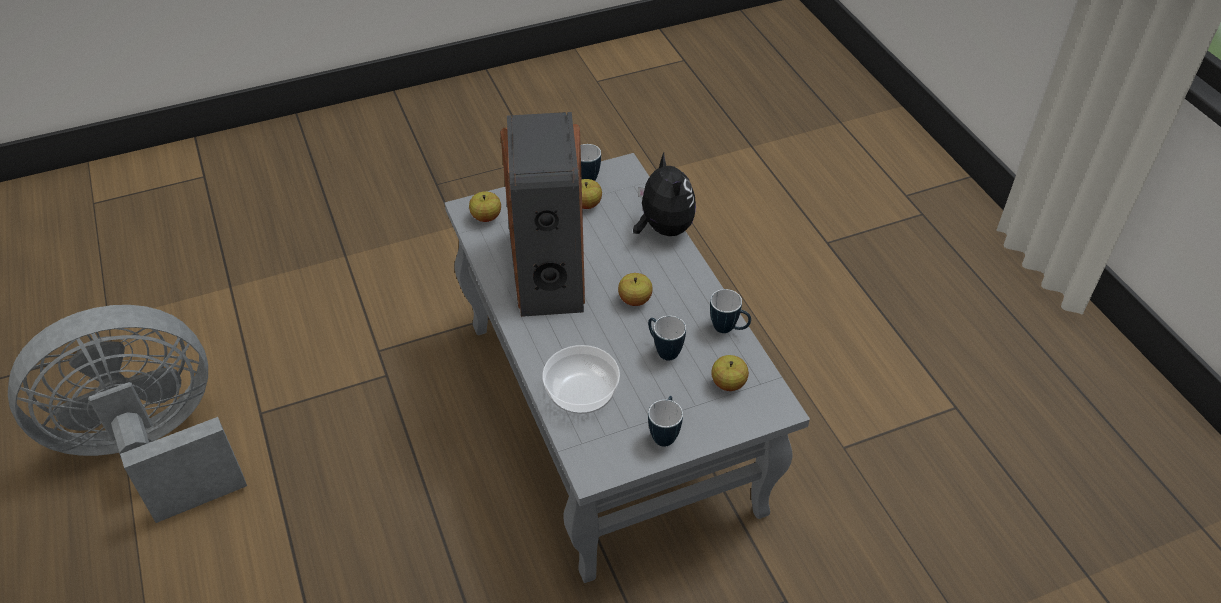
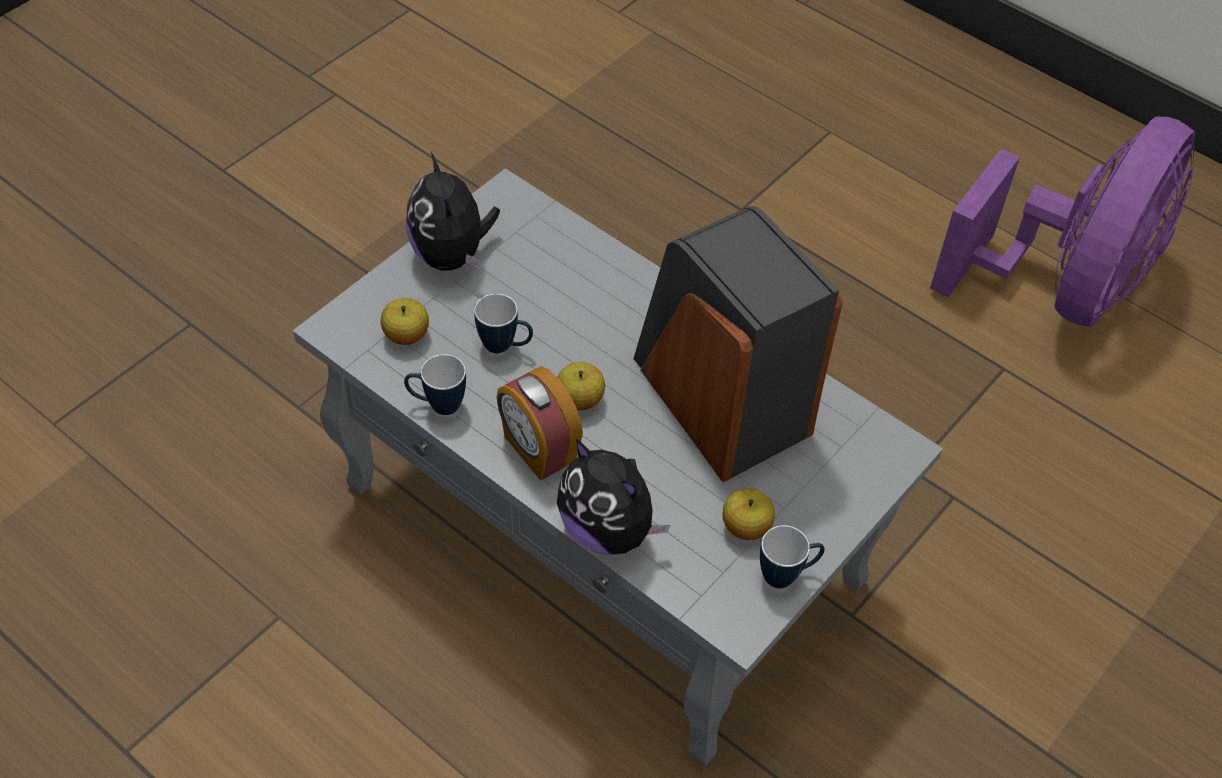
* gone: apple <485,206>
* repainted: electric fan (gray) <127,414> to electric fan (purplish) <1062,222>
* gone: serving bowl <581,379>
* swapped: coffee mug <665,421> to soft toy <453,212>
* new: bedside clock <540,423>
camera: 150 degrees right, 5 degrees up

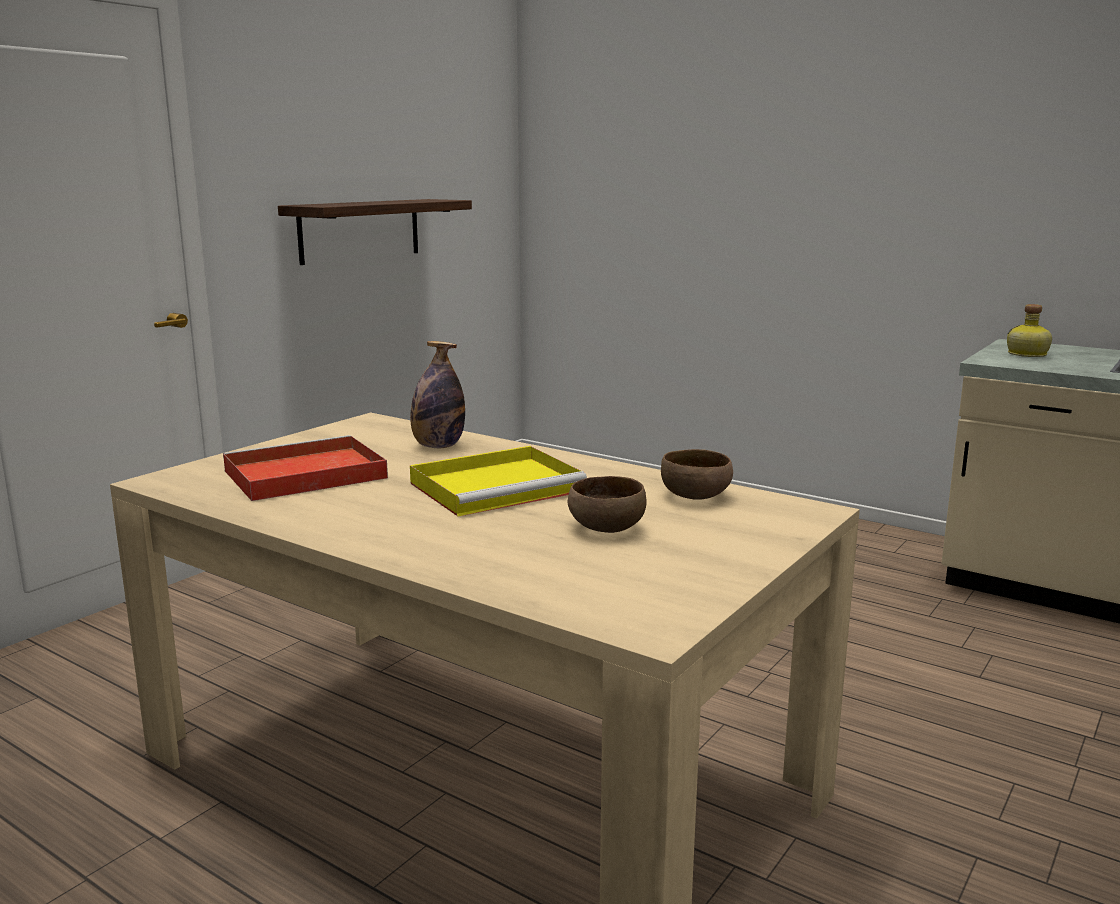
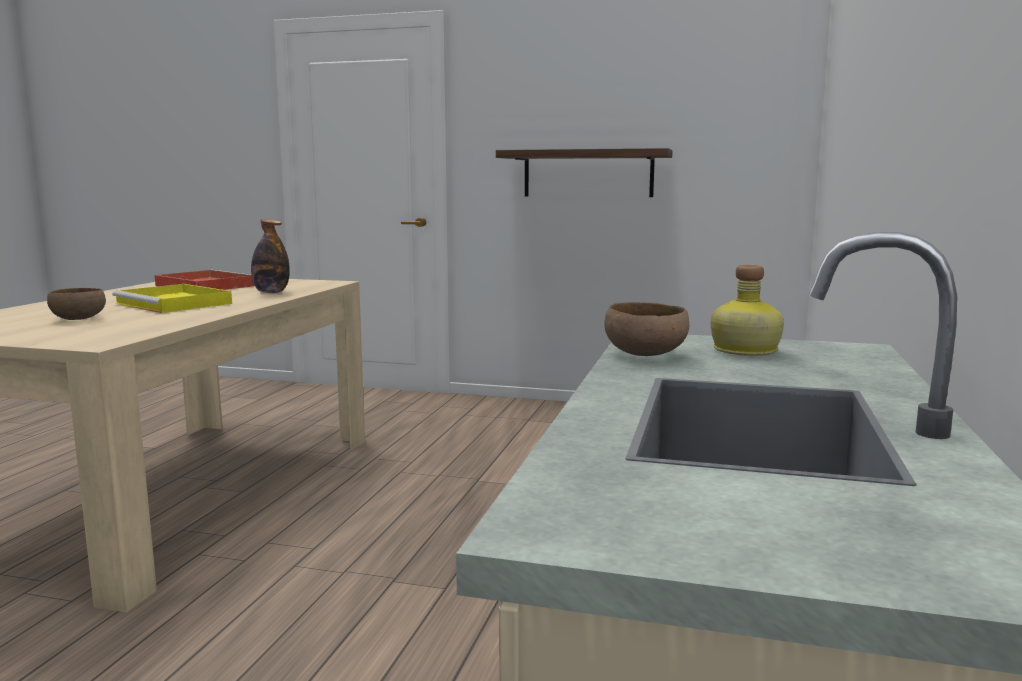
* shifted: serving bowl (brown) <697,474> to <646,329>
camera: 70 degrees right, 5 degrees down

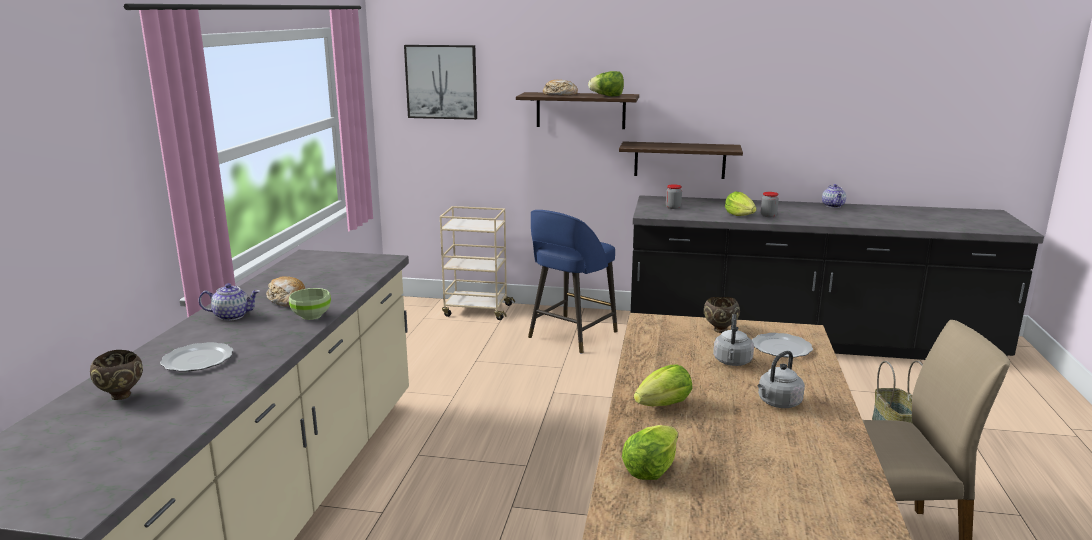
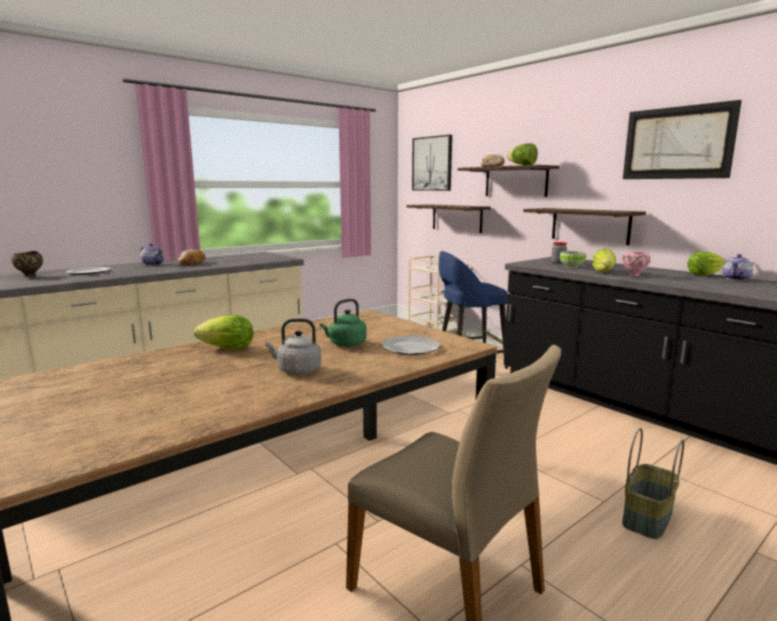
* swapped: preserve jar <770,204> to serving bowl (pinkish) <636,264>
* shifted: serving bowl (green) <310,304> to <573,259>
* gone: serving bowl (brown) <722,315>
* repainted: water kettle (gray) <733,340> to water kettle (green) <343,323>
* shifted: lettuce <650,452> to <706,263>
* new: picture <682,139>
* new: shelf <448,218>
camera: 40 degrees right, 5 degrees down

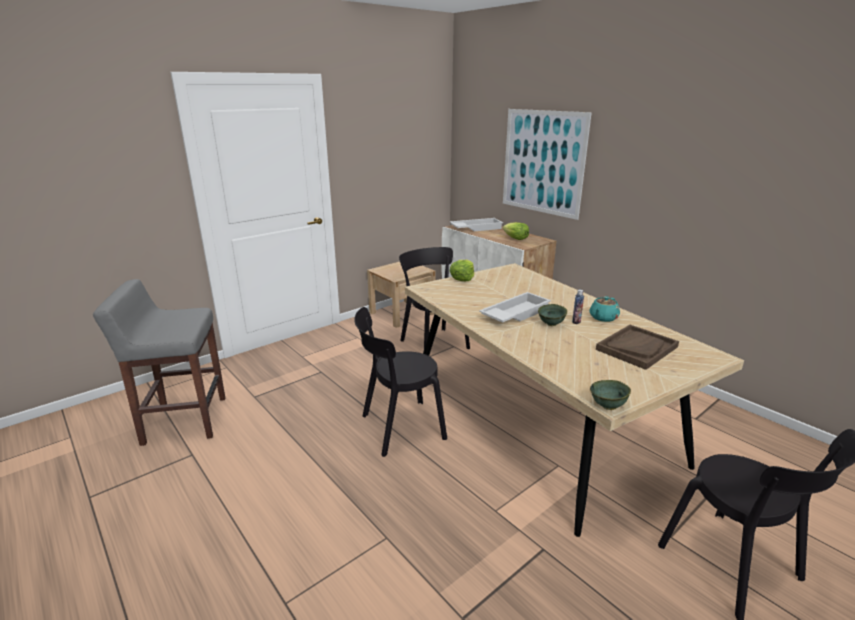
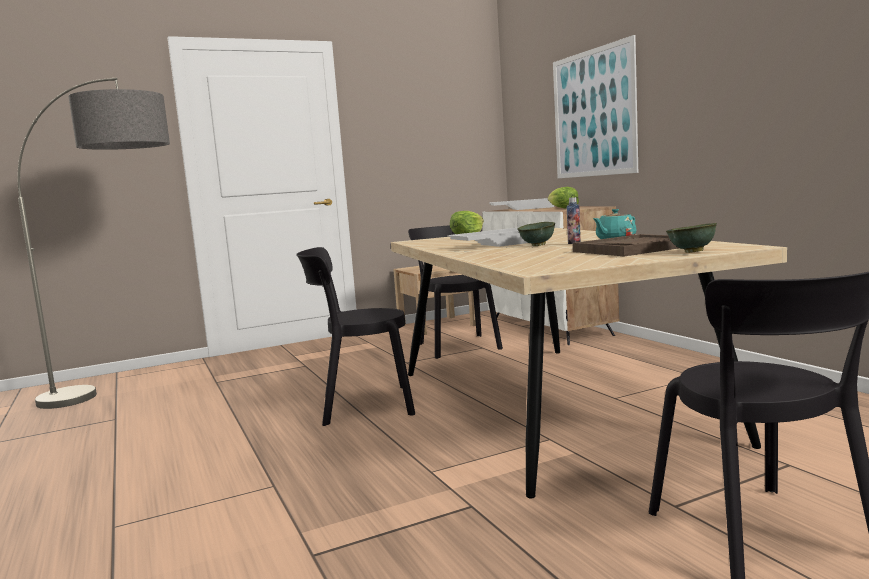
* swapped: stool seat (gray) <159,362> to standard lamp <93,243>
* shifted: serving bowl (green) <610,395> to <691,238>
camera: 15 degrees right, 15 degrees down

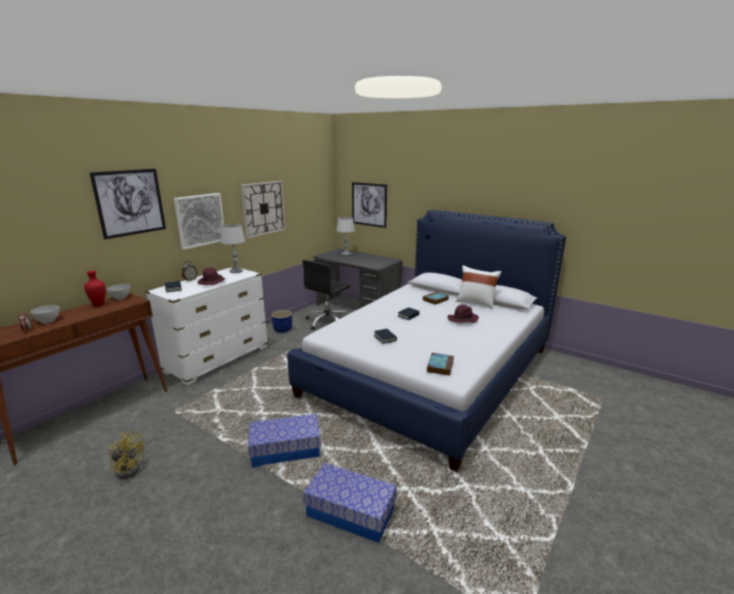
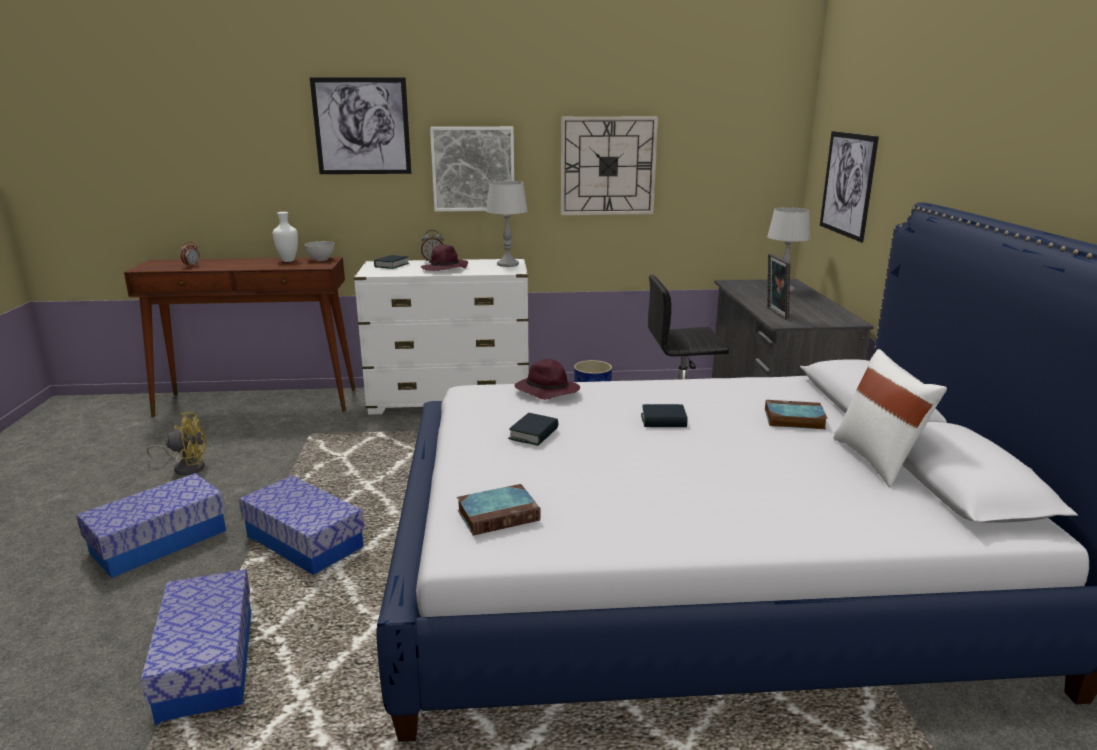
* repainted: flower vase (red) <95,288> to flower vase (white-coloured) <285,237>
* gone: serving bowl (gray) <45,314>
* shifted: clothing hat (purplish) <463,314> to <547,379>
* rotated: electric fan (yellow) <126,455> = <177,443> 75 degrees counterclockwise
* new: photo frame <779,287>
* new: storage bin <151,525>
camera: 50 degrees right, 0 degrees up

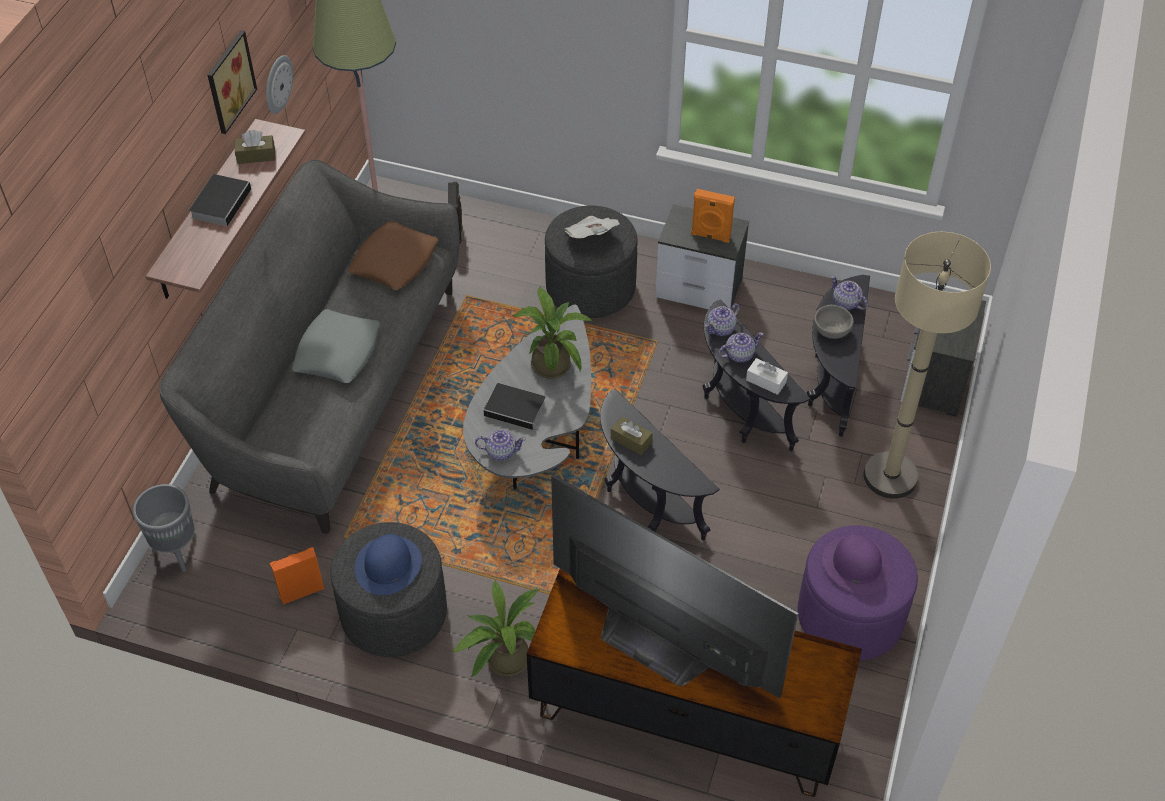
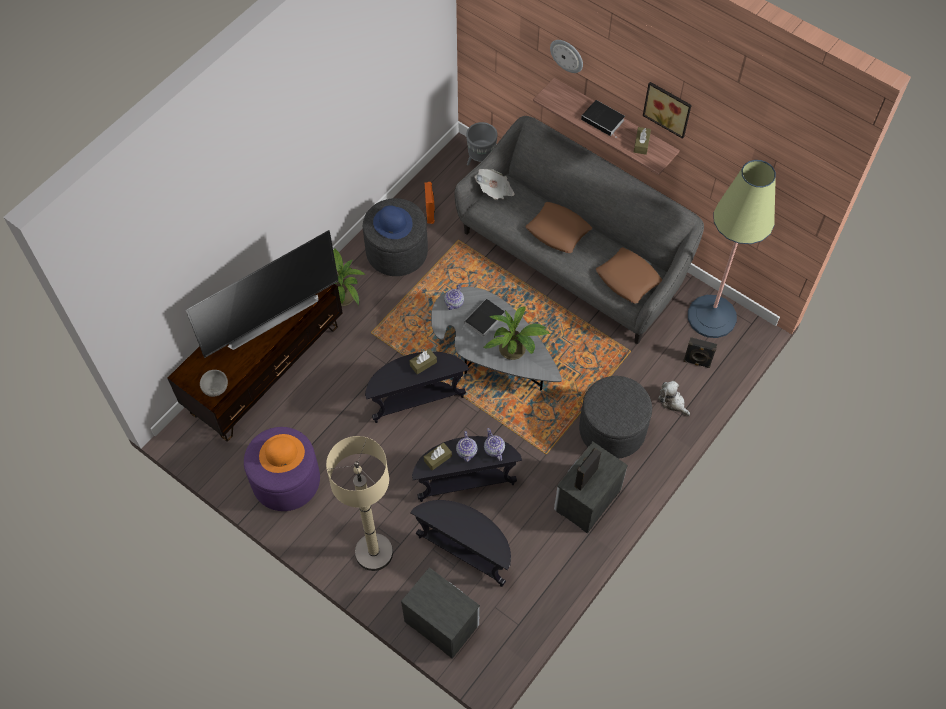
* shifted: wall clock <279,84> to <566,56>
* repainted: audio speaker (orangey) <713,216> to audio speaker (blackish) <587,469>
* shifted: newspaper <592,227> to <495,184>
* gone: pot for tea <849,293>
* shifted: serving bowl (gray) <834,322> to <214,383>
* repainted: cushion (gray) <336,346> to cushion (brown) <559,227>
* repainted: tissue holder (white-coloured) <767,376> to tissue holder (brown) <438,456>
* repainted: clothing hat (purplish) <856,564> to clothing hat (orangey) <282,453>
* new: soft toy <674,398>
camera: 110 degrees right, 10 degrees up

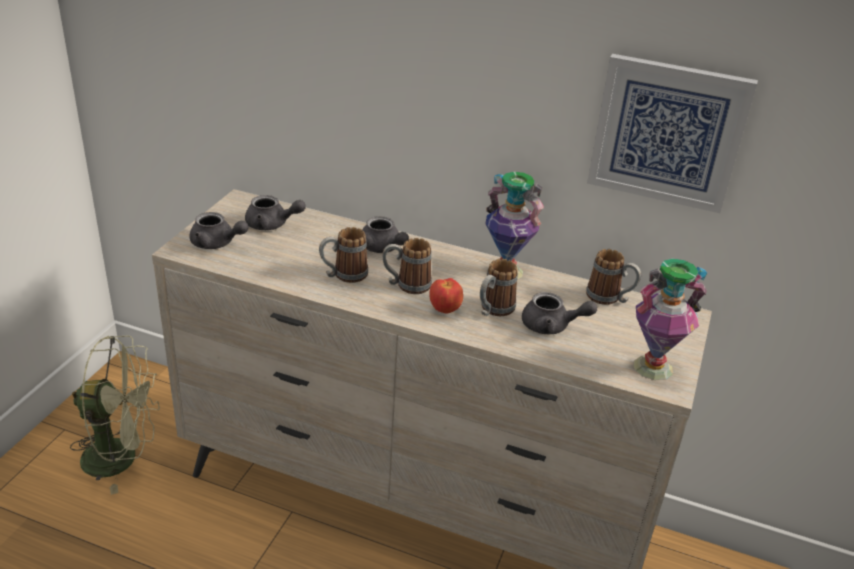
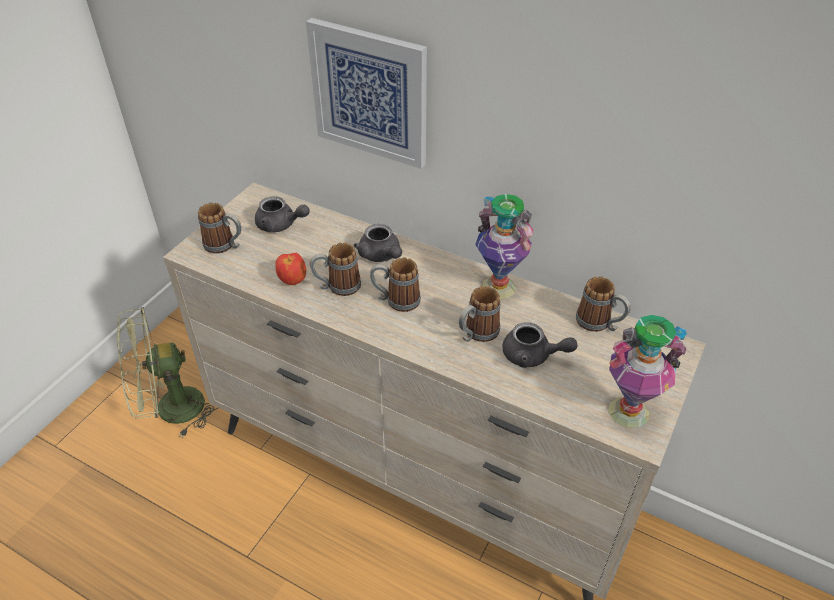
* shifted: picture <672,133> to <366,93>
* swapped: pot for tea (gray) <219,230> to coffee mug <219,228>
* shifted: apple <446,296> to <290,269>
* rotated: electric fan (green) <115,415> = <167,372> 150 degrees clockwise
camera: 10 degrees right, 10 degrees up

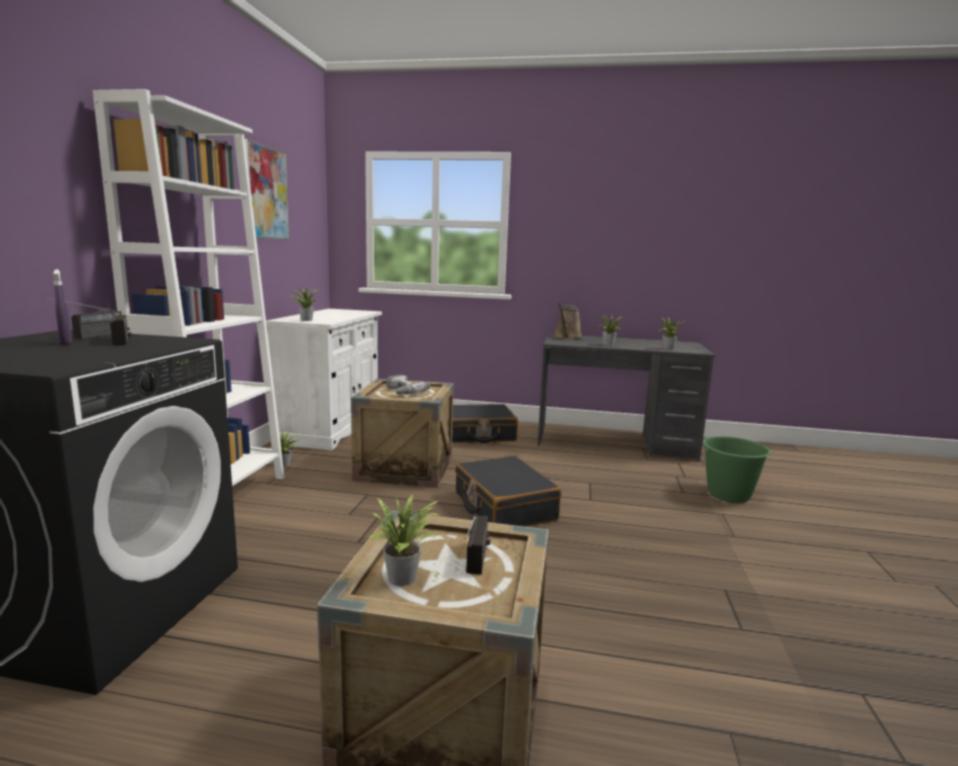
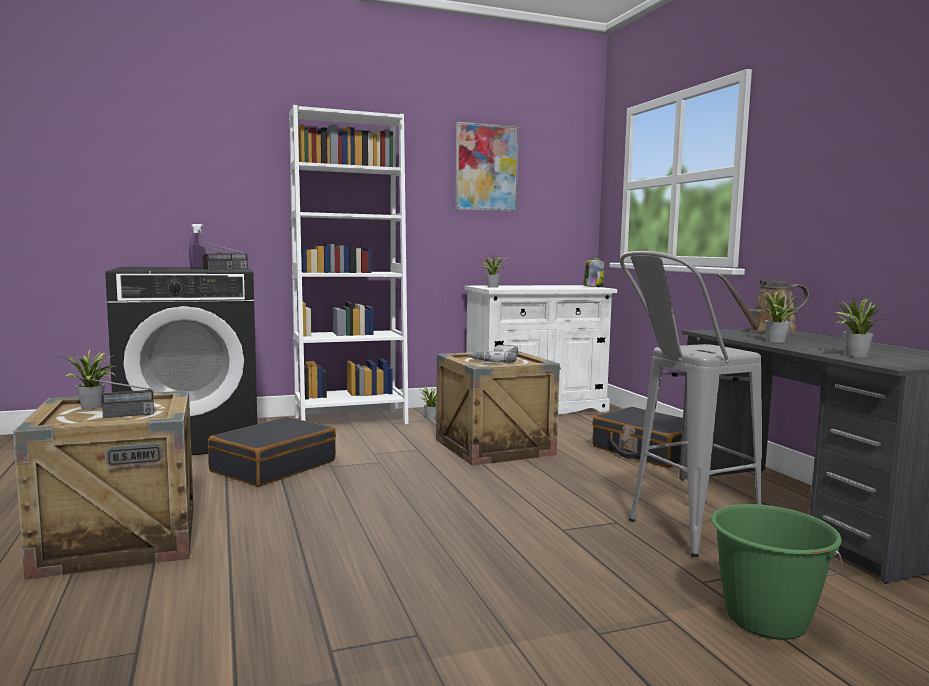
* shifted: suitcase (blackish) <508,491> to <272,452>
* new: stool seat (gray) <691,404>
* new: preserve jar <594,272>
camera: 60 degrees right, 5 degrees down

